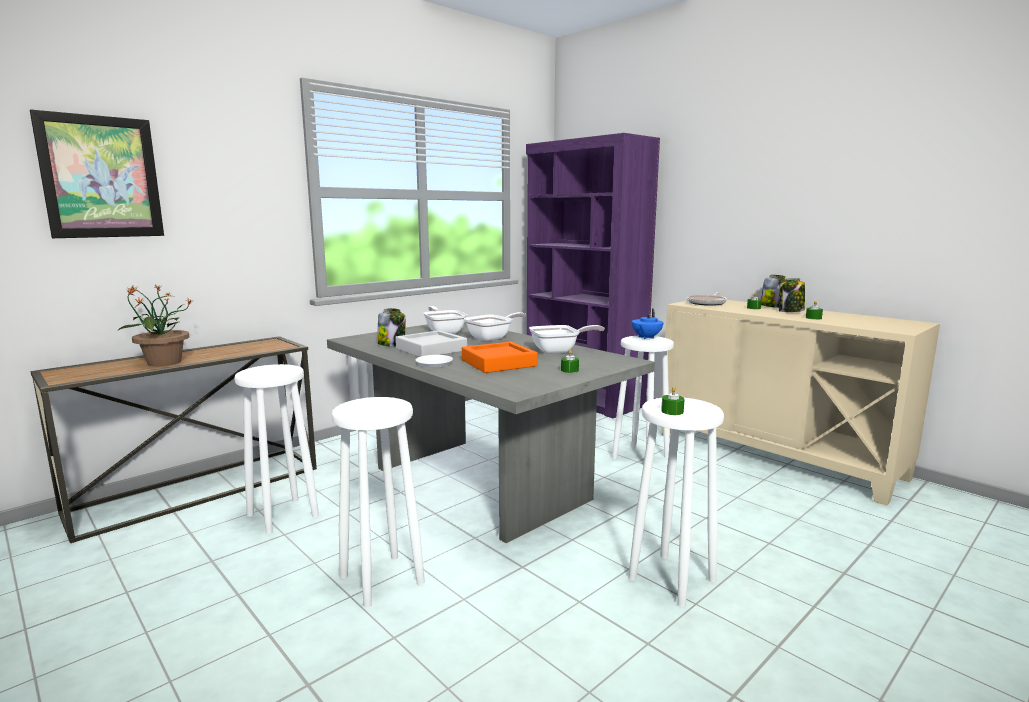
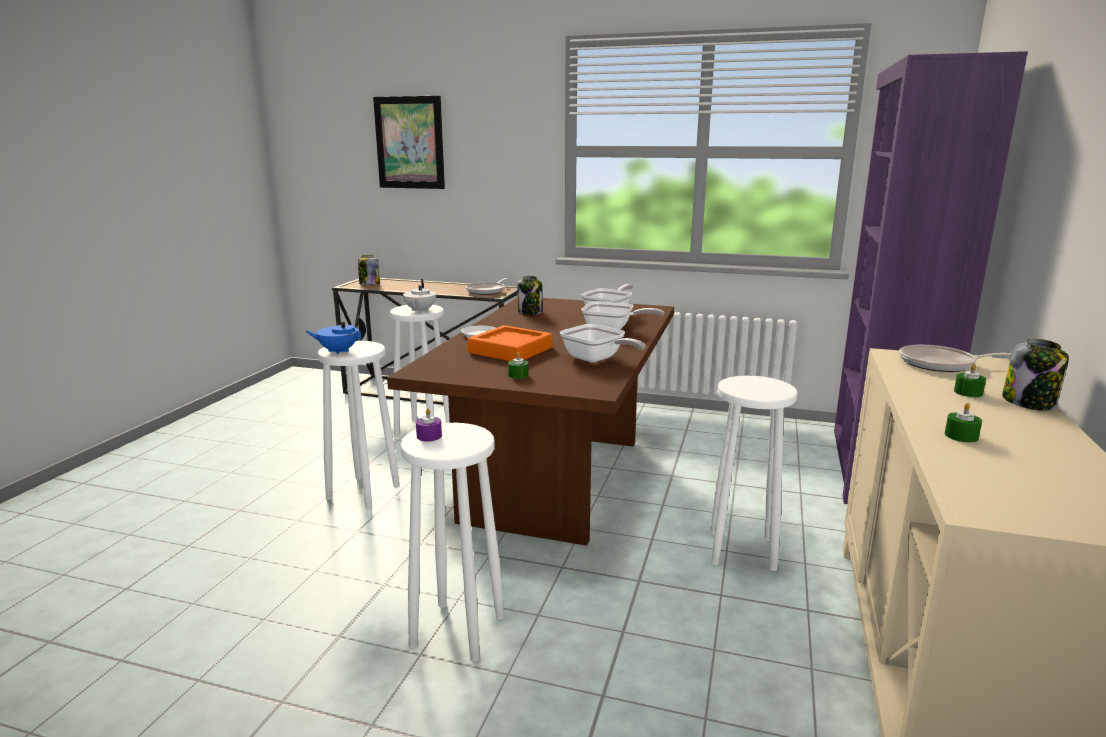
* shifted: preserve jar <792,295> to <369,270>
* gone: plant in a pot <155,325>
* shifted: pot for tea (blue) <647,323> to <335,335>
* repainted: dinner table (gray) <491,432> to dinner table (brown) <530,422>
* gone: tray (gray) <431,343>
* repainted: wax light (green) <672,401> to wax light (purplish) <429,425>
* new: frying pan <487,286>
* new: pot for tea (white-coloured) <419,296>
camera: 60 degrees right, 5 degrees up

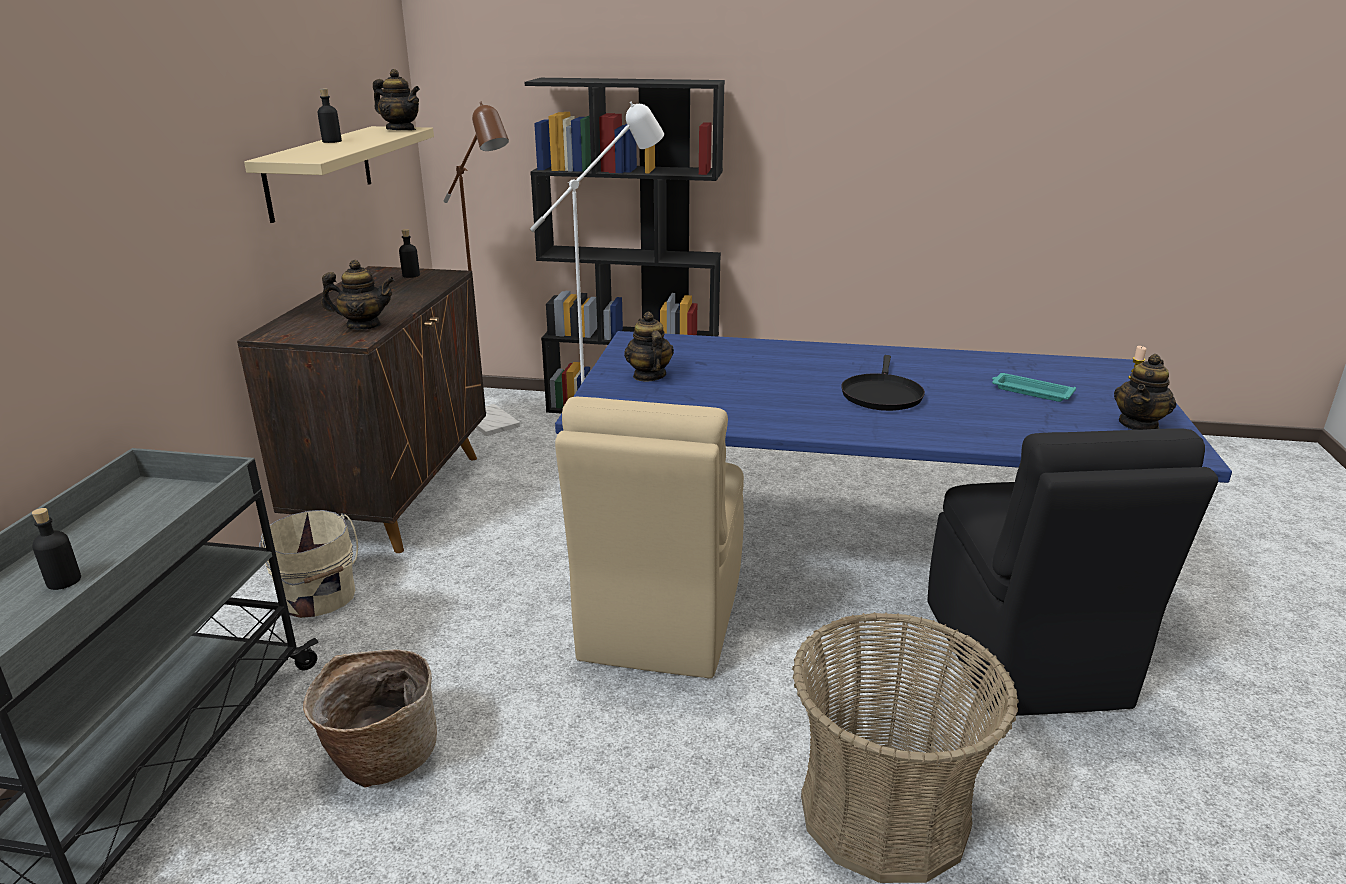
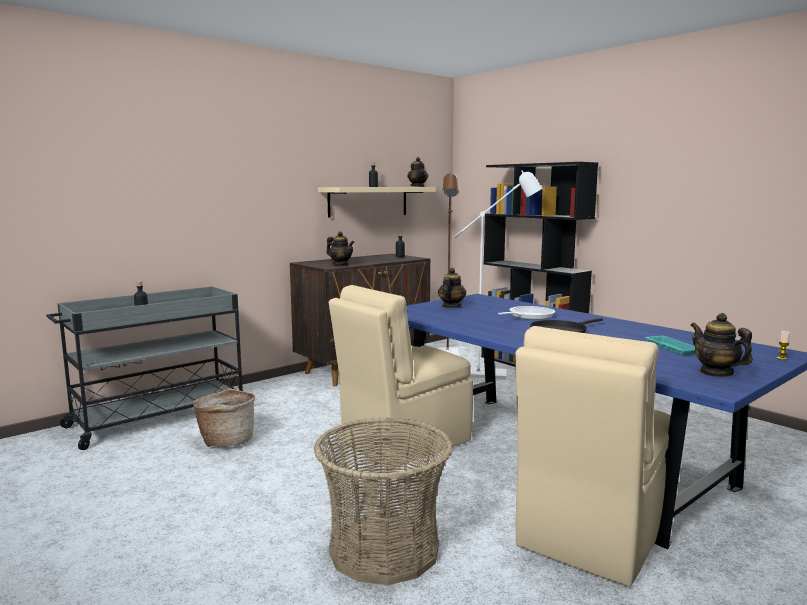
* rotated: pot for tea <1145,392> = <721,345> 75 degrees clockwise
* repainted: plain chair (blackish) <1072,572> to plain chair (beige-coloured) <593,456>
* gone: bucket (beige-coloured) <308,564>
* new: frying pan <526,313>
camera: 40 degrees right, 15 degrees down

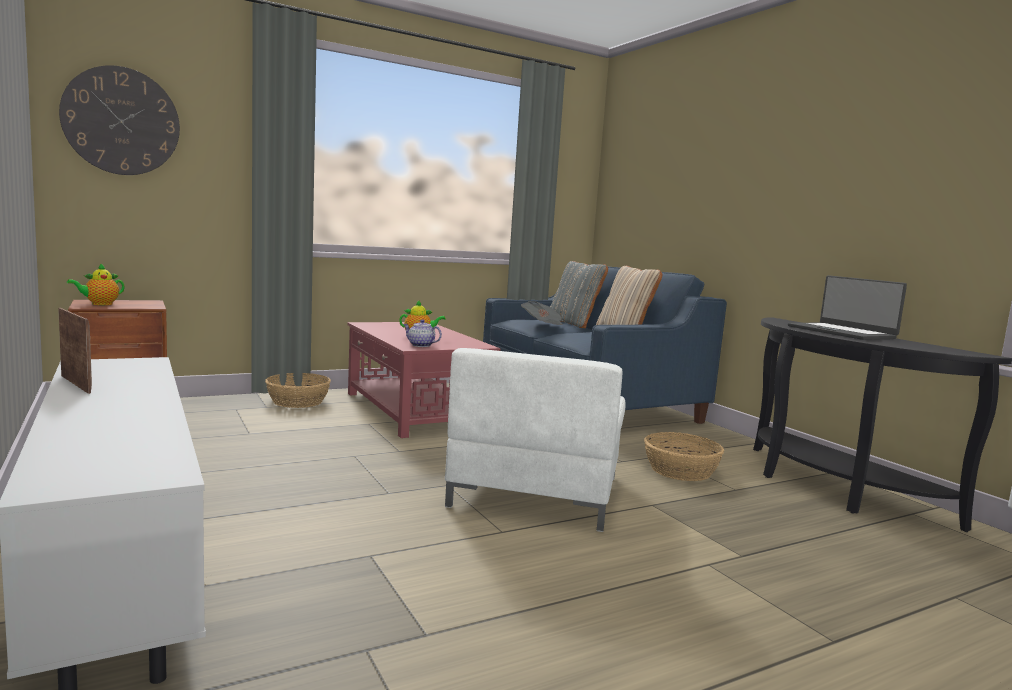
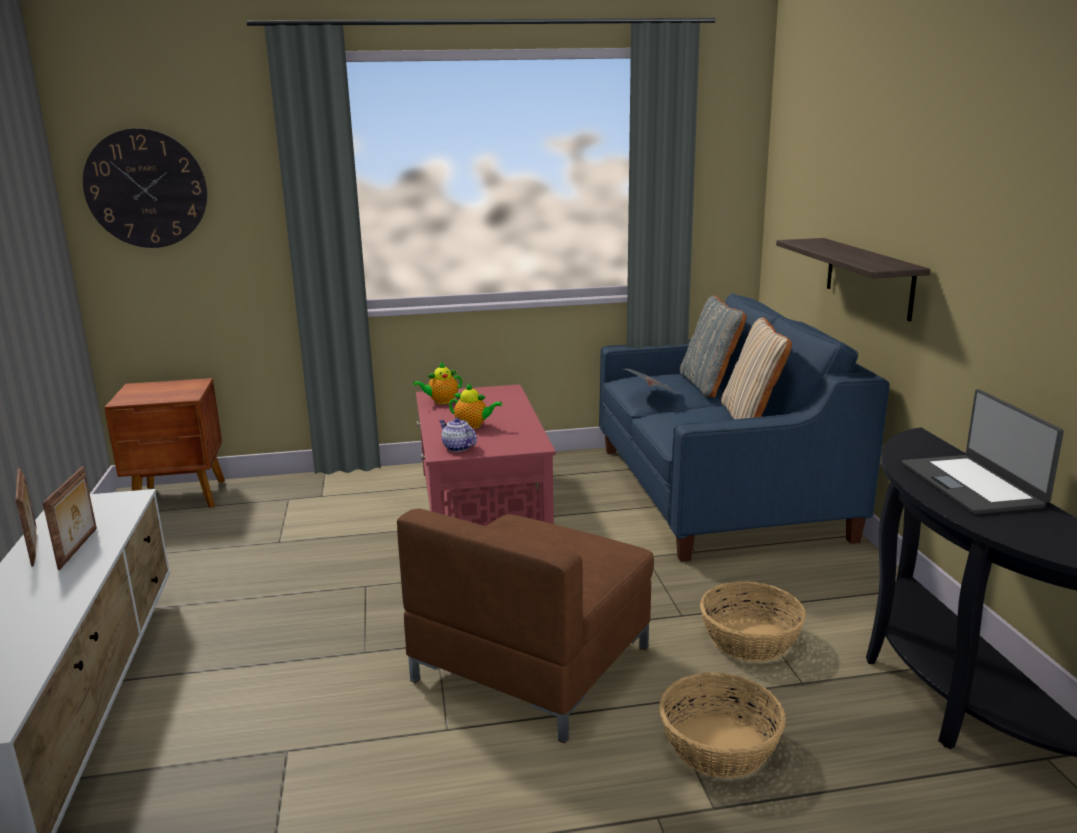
* shifted: pot for tea <96,284> to <437,382>
* repainted: armchair (white-coloured) <535,440> to armchair (brown) <525,625>
* shifted: basket <298,390> to <722,725>
* new: shelf <853,279>
* new: photo frame <70,518>
camera: 20 degrees right, 10 degrees up

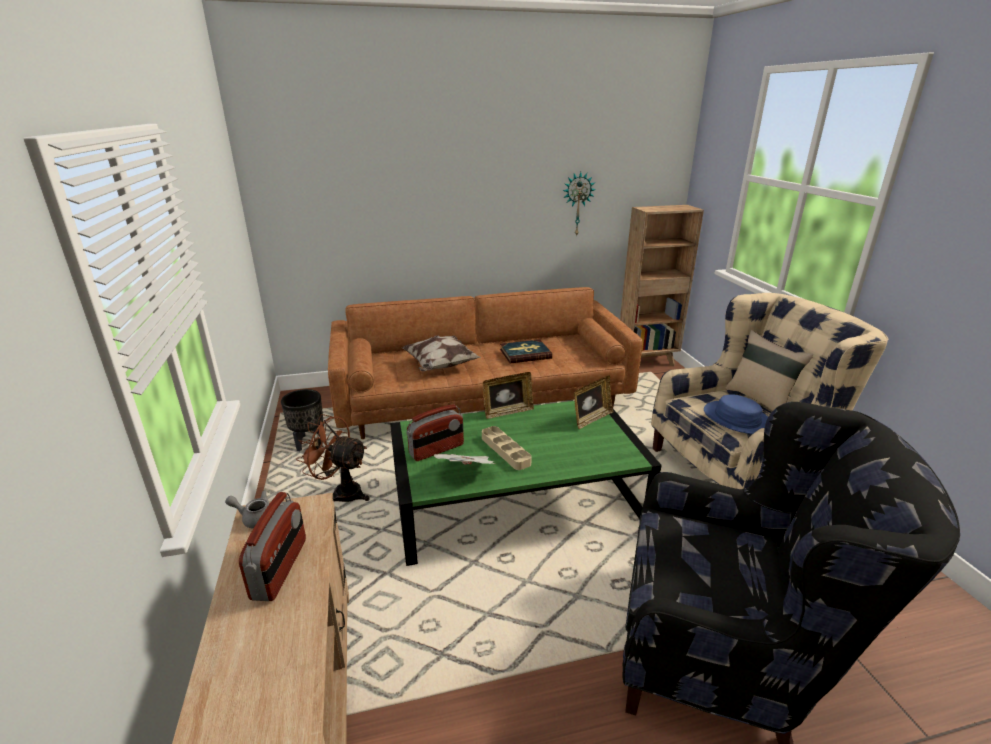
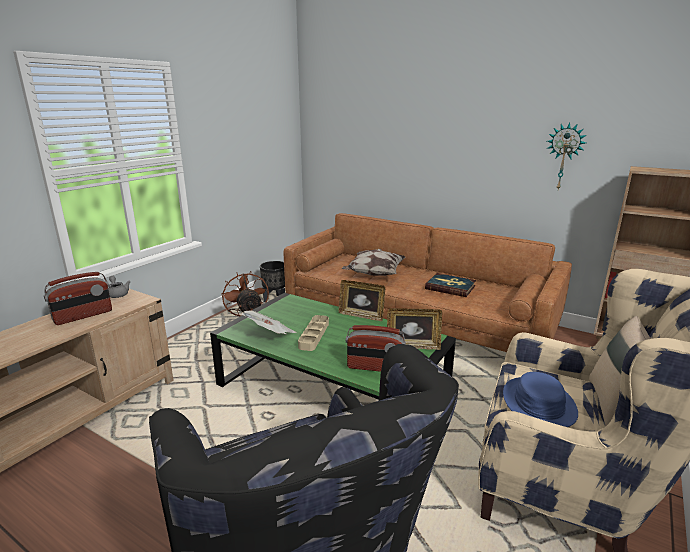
* shifted: radio set <435,432> to <376,348>
camera: 45 degrees right, 5 degrees down

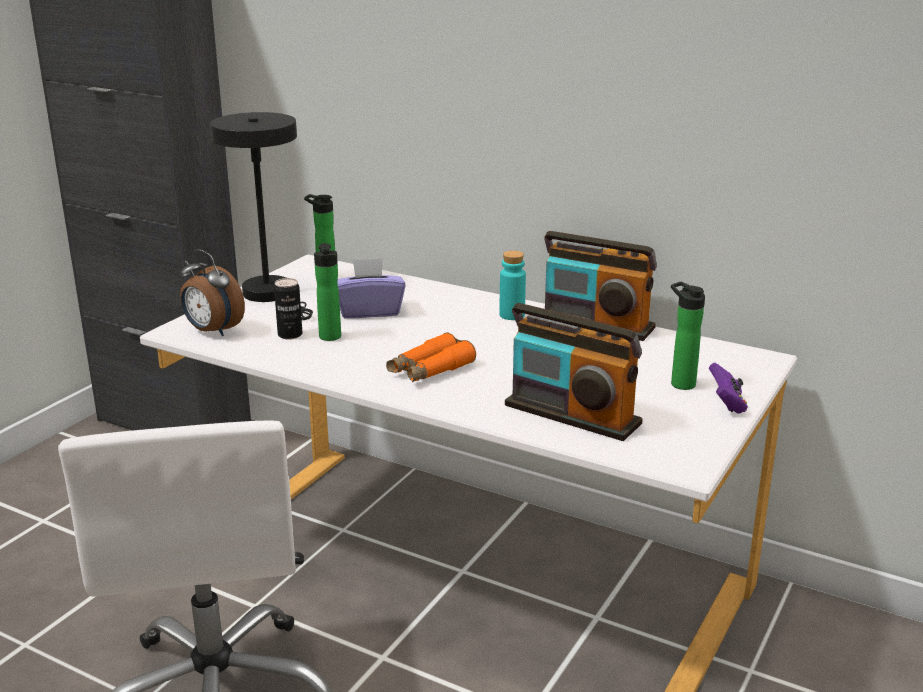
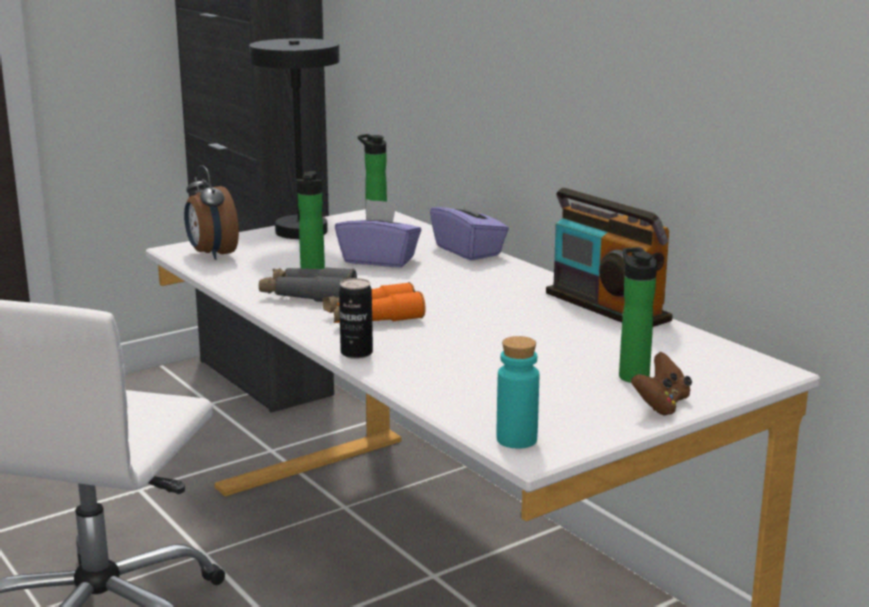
* shifted: drink bottle (turquoise) <512,285> to <518,392>
* shifted: can <288,309> to <356,318>
* gone: radio set <574,372>
* repainted: gamepad (purplish) <728,388> to gamepad (brown) <661,384>
* new: tissue holder (purplish) <469,225>
* new: field glasses (gray) <308,284>
camera: 25 degrees right, 5 degrees down

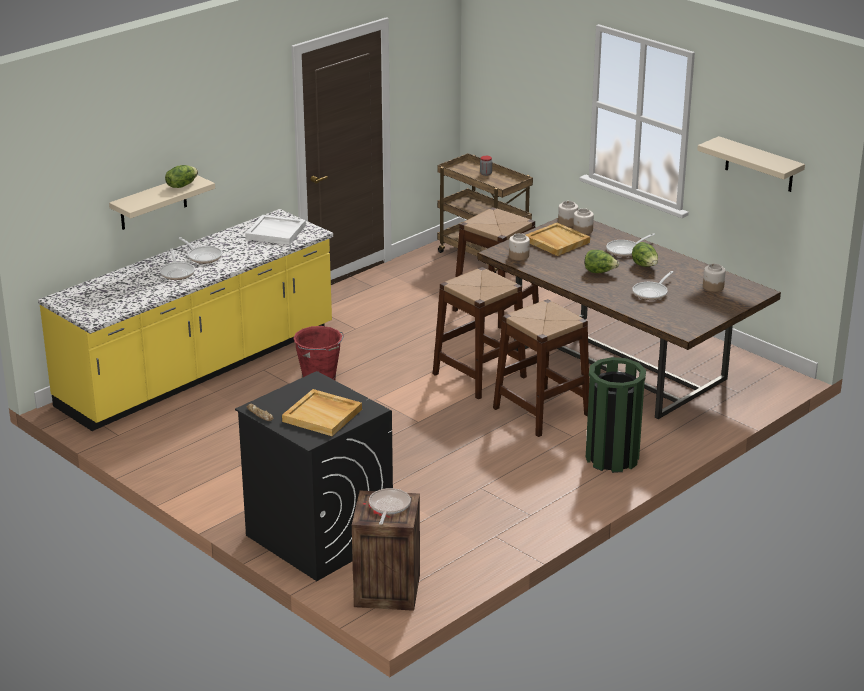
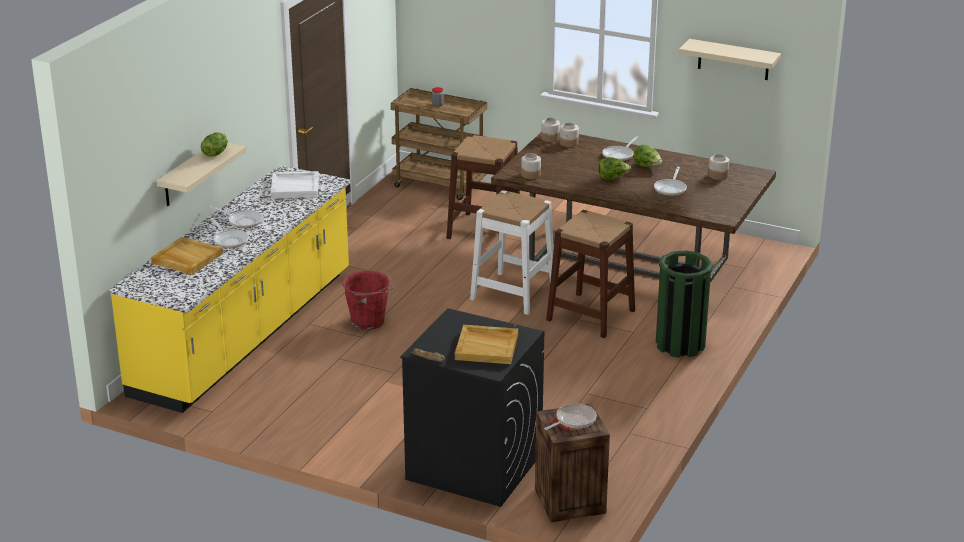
* shifted: tray (beige-coloured) <558,239> to <187,256>
* repainted: stool seat (brown) <479,333> to stool seat (white-coloured) <512,252>
* rotated: frying pan <390,506> = <570,417> 60 degrees clockwise
camera: 20 degrees left, 0 degrees up

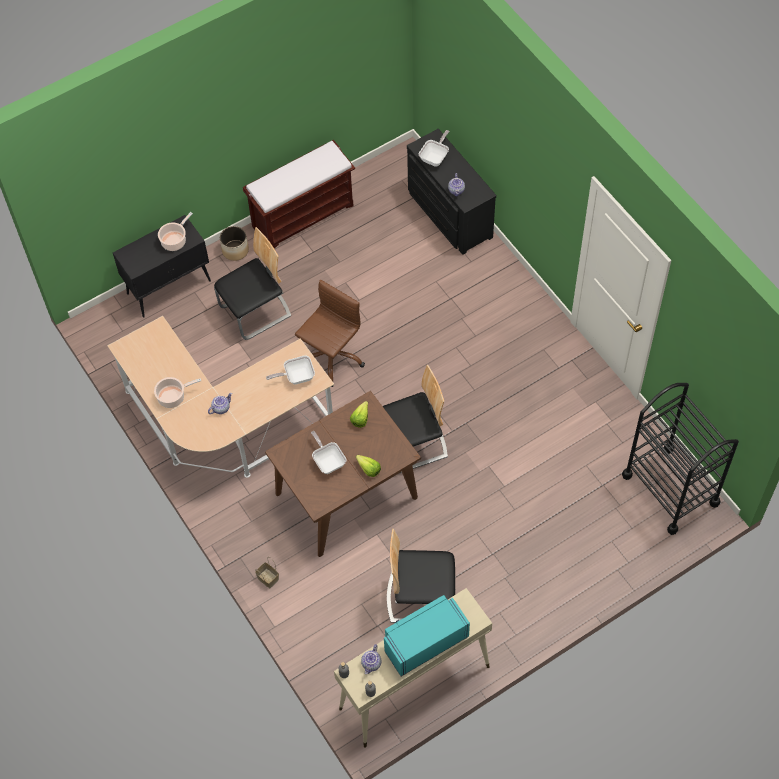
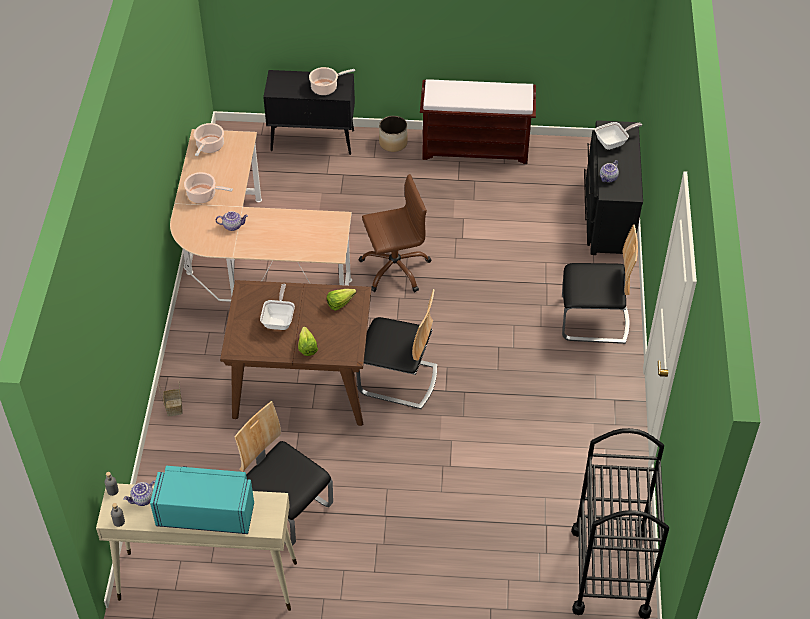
* shifted: plain chair <252,283> to <600,284>
* gone: frying pan <290,369>
* new: saucepot <209,139>
camera: 35 degrees right, 10 degrees down

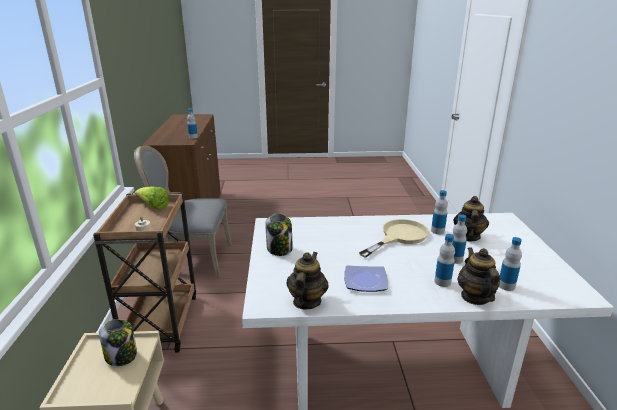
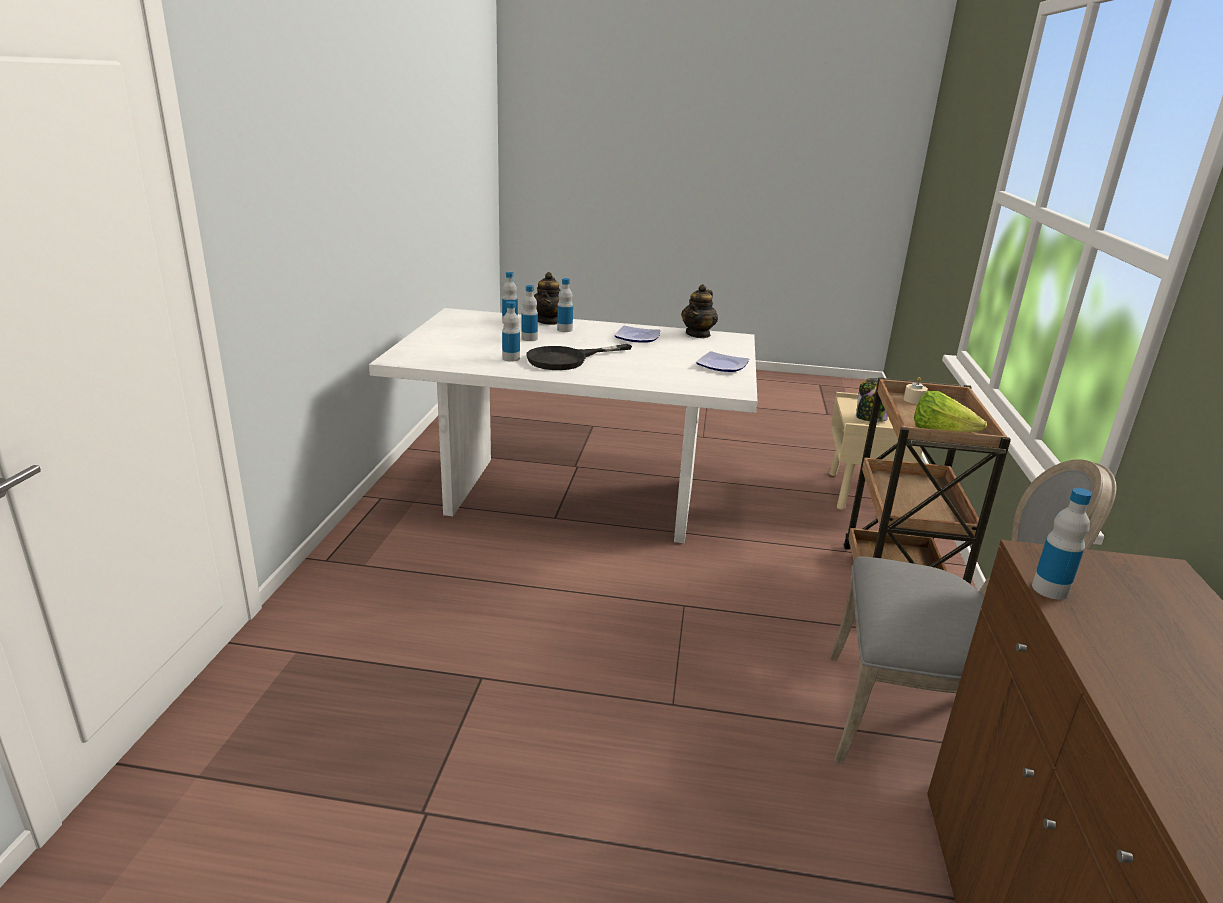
* gone: pot for tea <471,218>
* swapped: preserve jar <279,234> to flat dish <722,361>
* repainted: frying pan (beige-coloured) <394,238> to frying pan (blackish) <579,357>
camera: 170 degrees left, 0 degrees up

